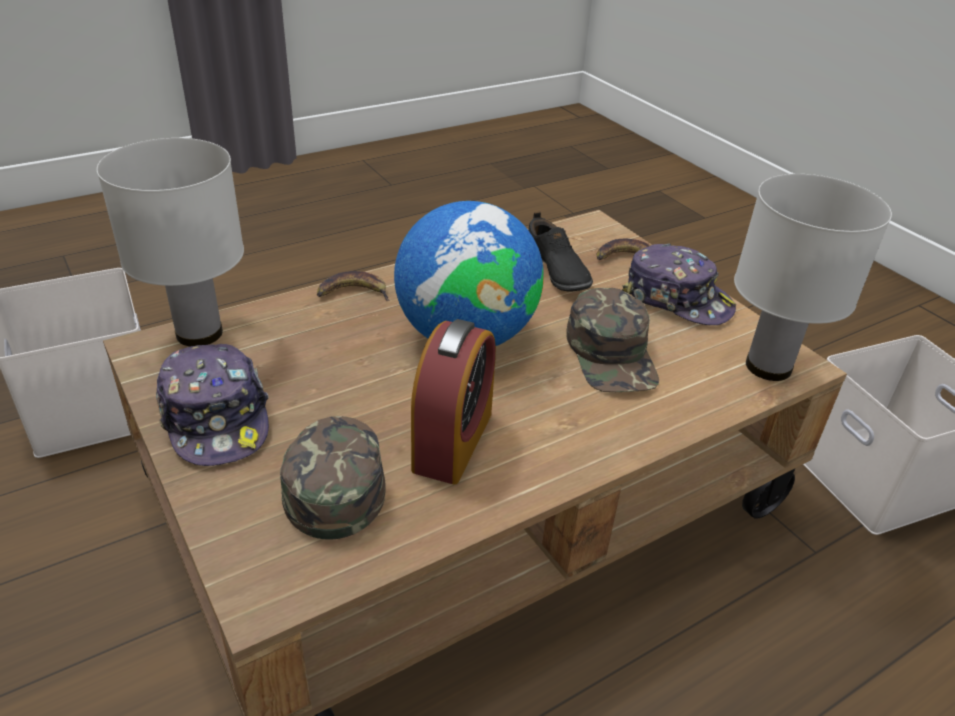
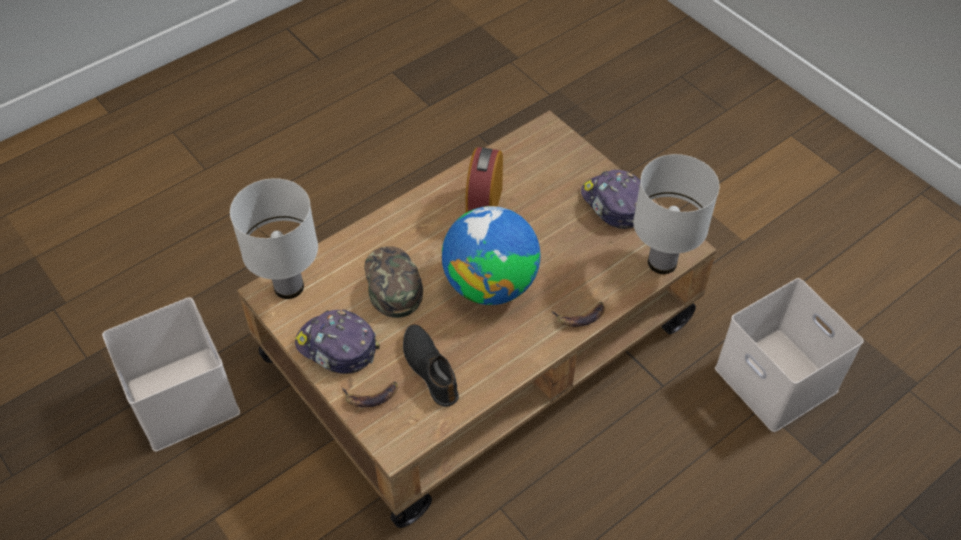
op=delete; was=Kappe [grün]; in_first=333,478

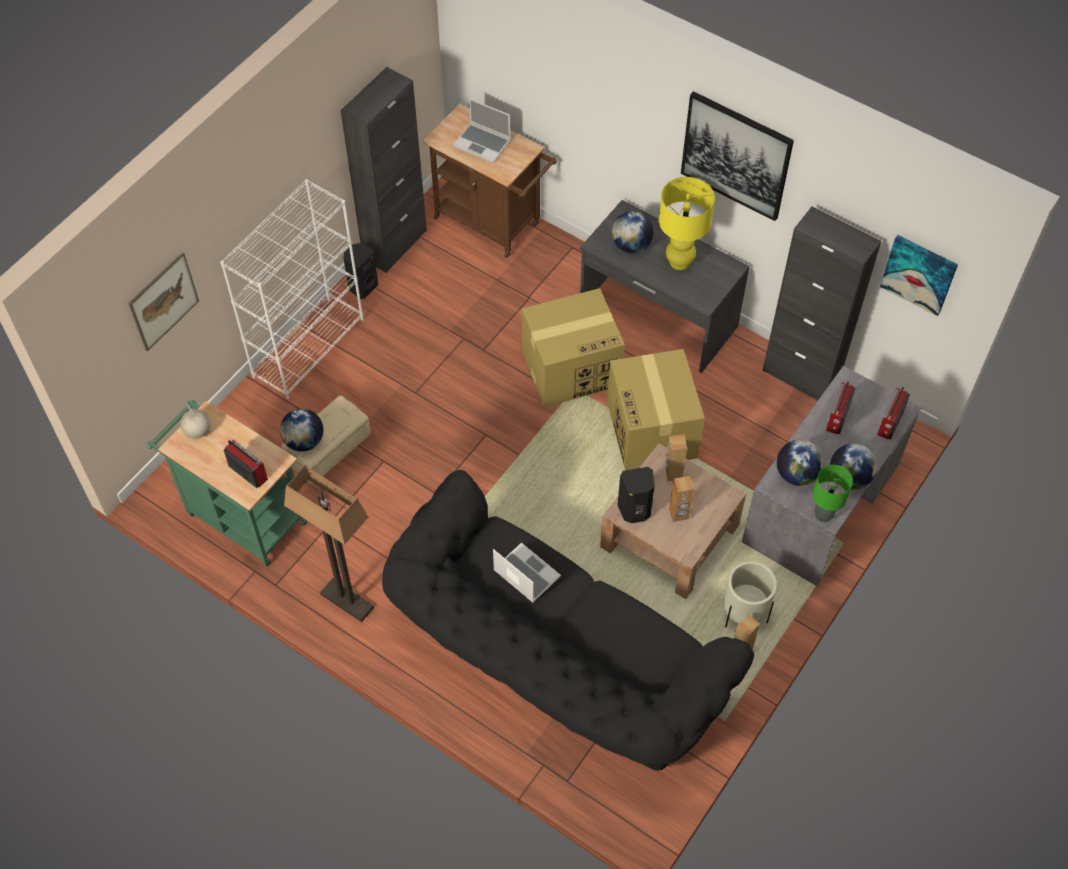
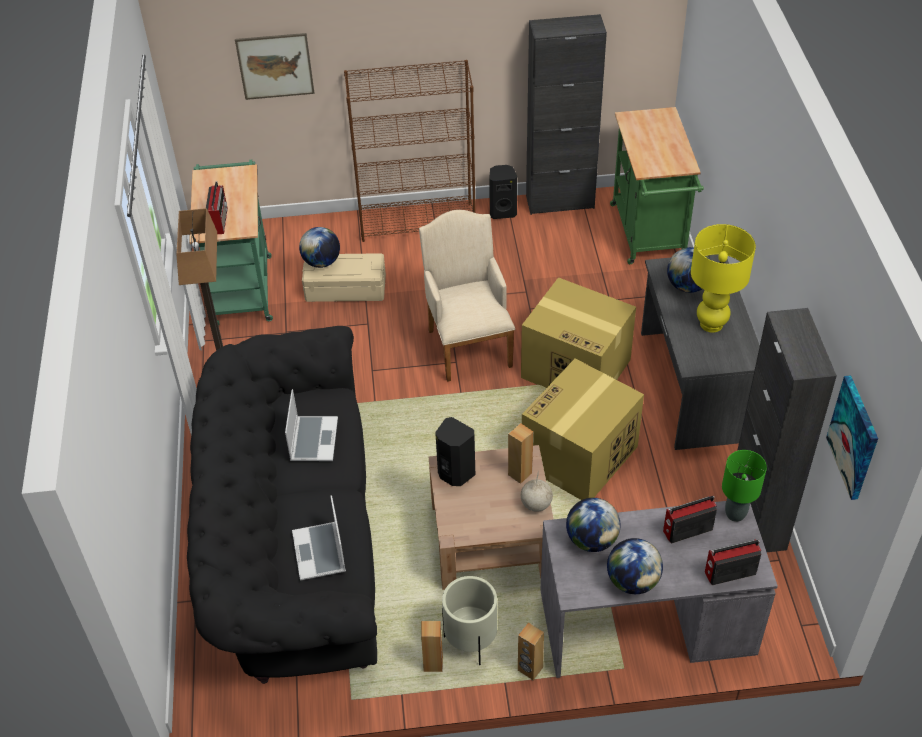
op=move; was=Globus; in_first=198,432; in_second=535,505
op=recolor; was=Bücherregal [weiß]; now=Bücherregal [braun]; in_first=308,347; in_second=418,221
op=recolor; was=Rollwagen [braun]; now=Rollwagen [grün]; in_first=492,223; in_second=649,236
op=move; was=Laptop; in_first=483,143; in_second=320,552
op=move; was=Lautsprecher [braun]; in_first=679,514; in_second=530,669
op=delete; was=Bild; in_first=736,155
op=move; was=Tischlampe [grün]; in_first=823,515; in_second=735,514
op=insert; now=Sessel [beige]; in_second=468,343

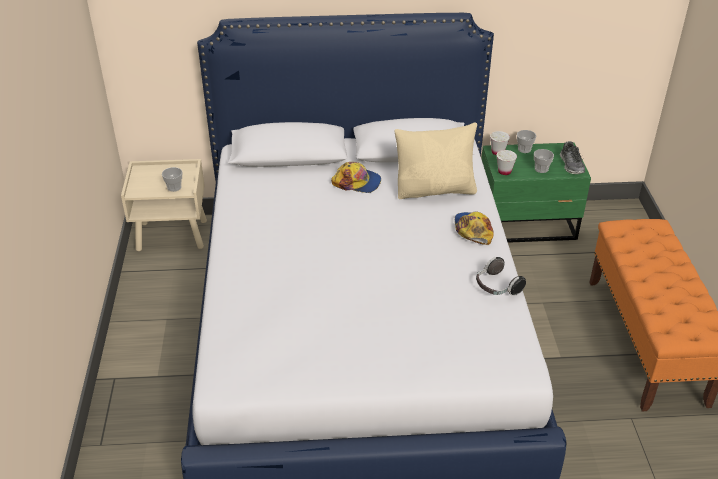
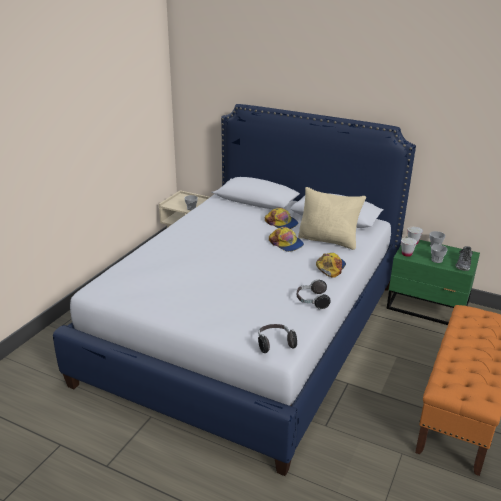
op=insert; now=Kopfhörer; in_second=275,344
op=insert; now=Kappe; in_second=286,243

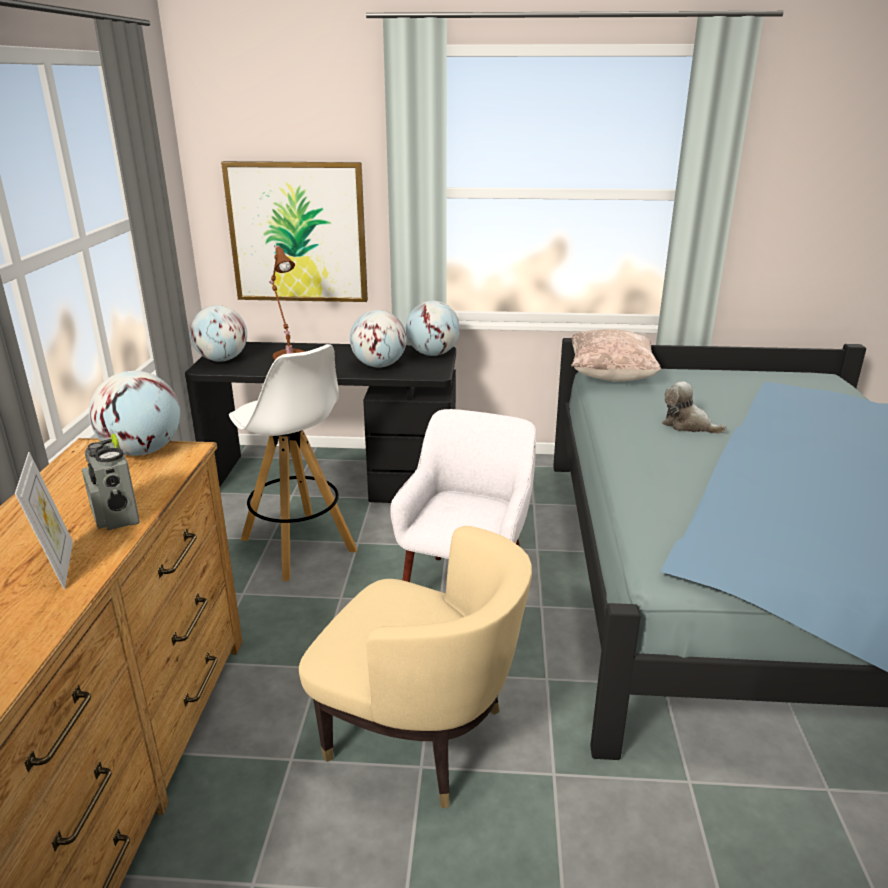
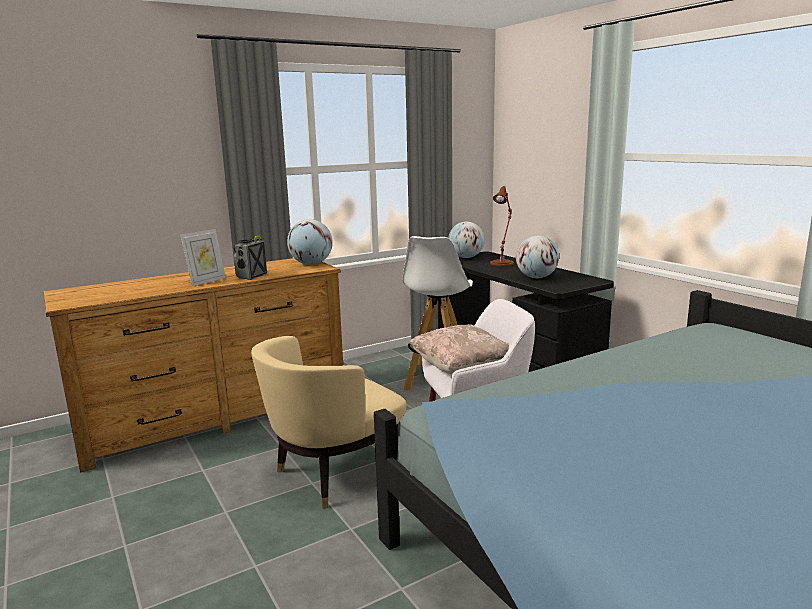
op=delete; was=Bild; in_first=298,233
op=rotate; was=Sessel [beige]; in_first=419,735; in_second=334,473; clockwise=60
op=delete; was=Globus; in_first=433,354
op=move; was=Kissen [beige]; in_first=610,376; in_second=461,368
op=delete; was=Plüschtier; in_first=688,425

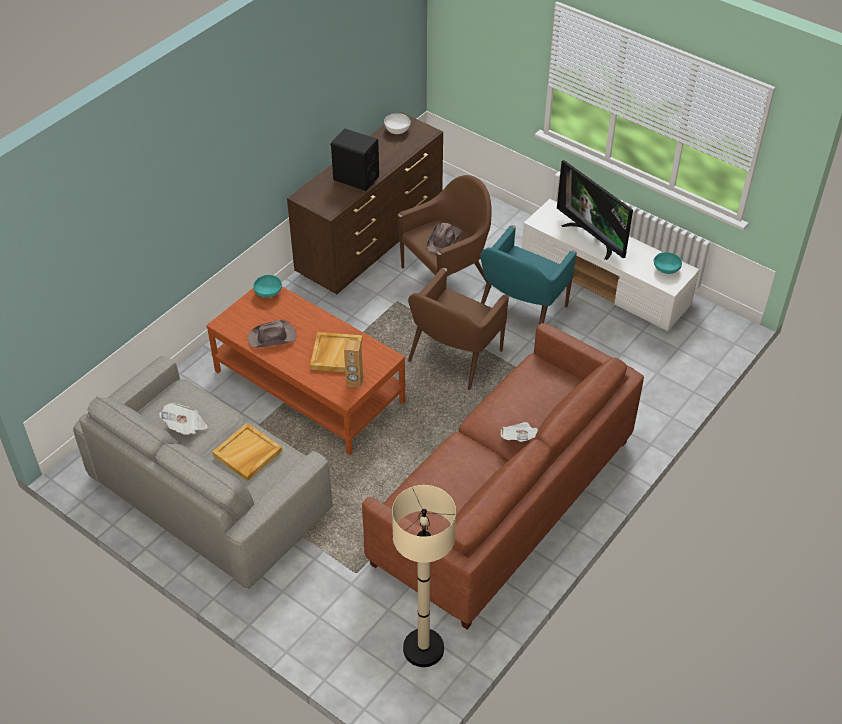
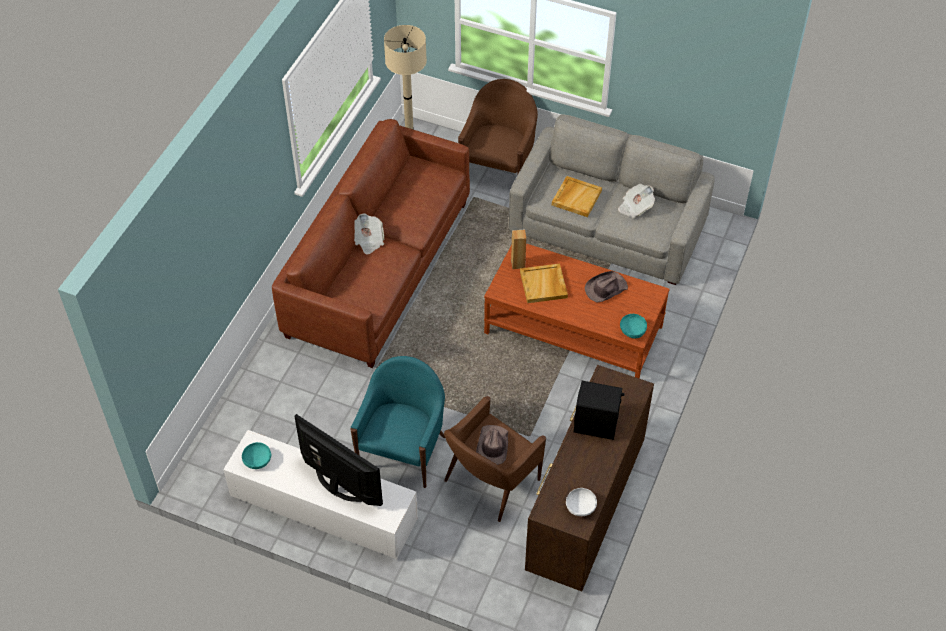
op=move; was=Sessel [braun]; in_first=454,357; in_second=498,170

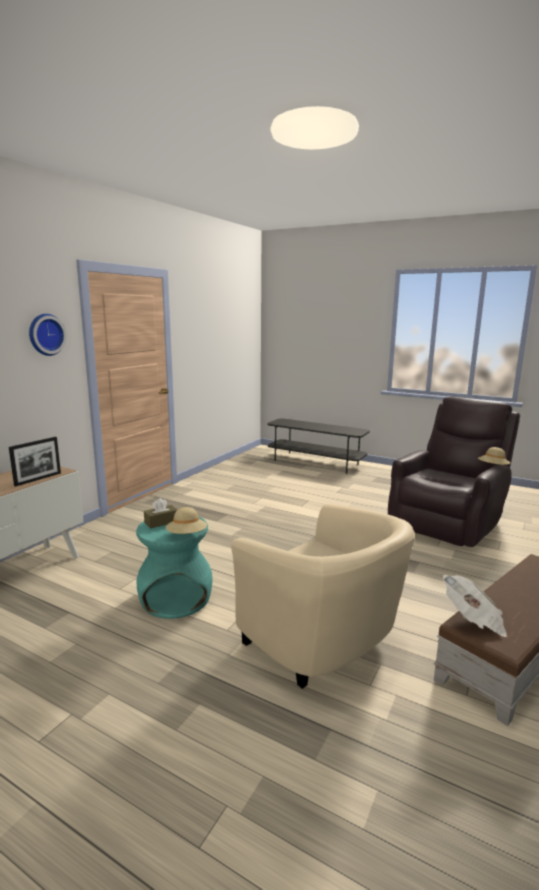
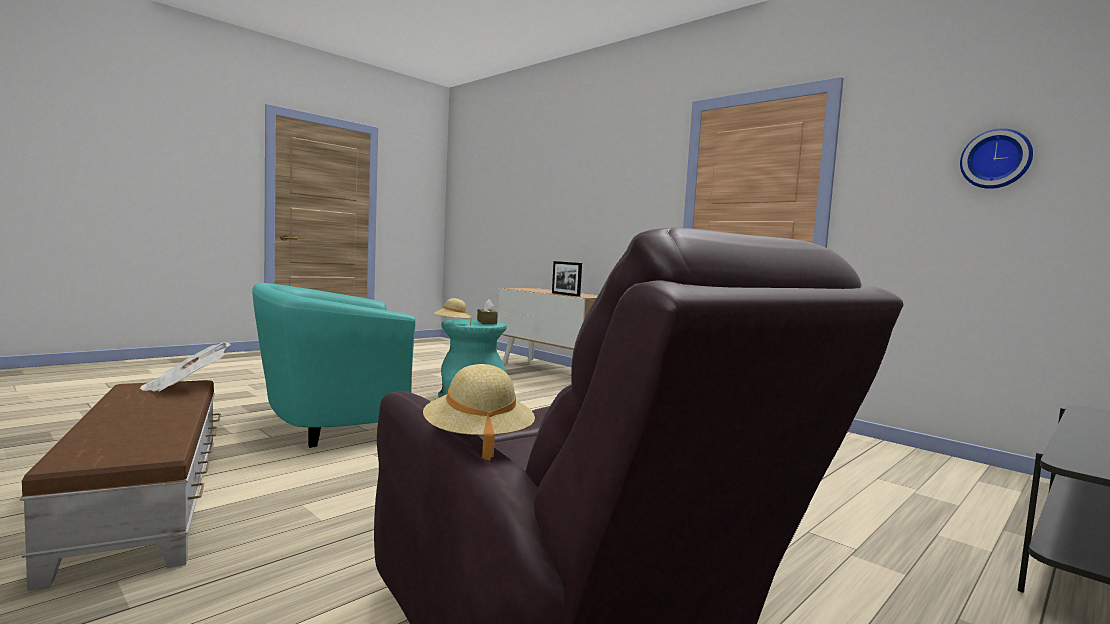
op=move; was=Wanduhr; in_first=45,334; in_second=996,159
op=recolor; was=Sessel [beige]; now=Sessel [türkis]; in_first=324,645; in_second=331,425

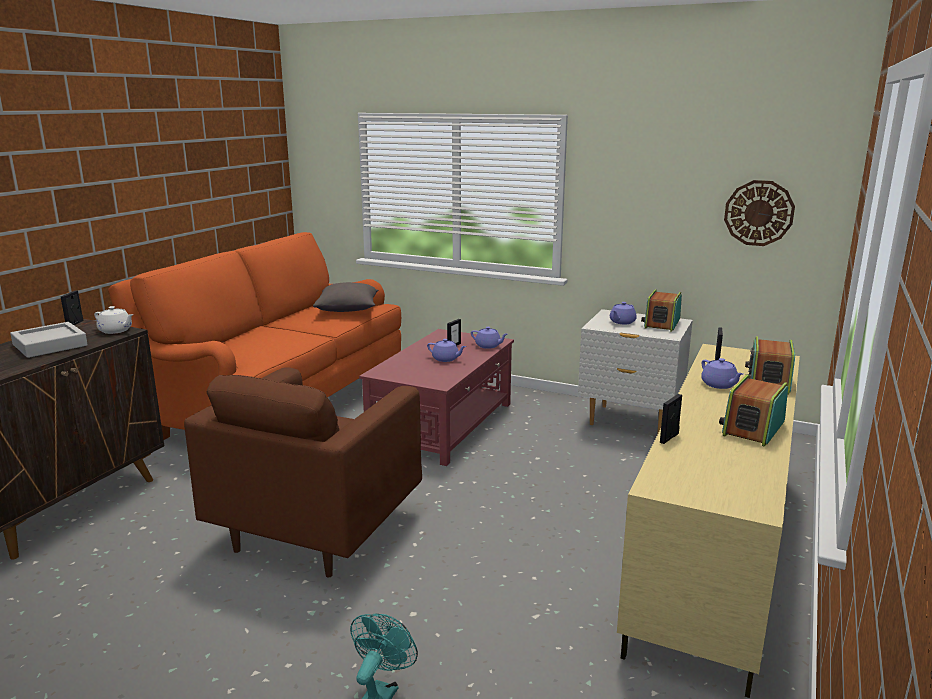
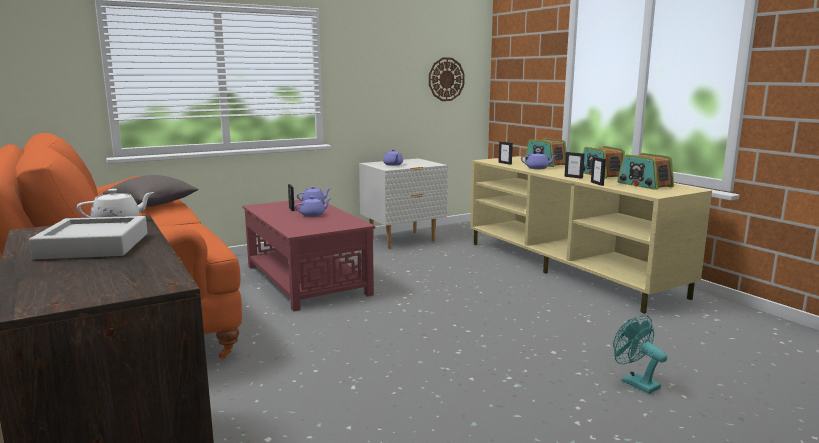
op=move; was=Bilderrahmen; in_first=75,324; in_second=573,177
op=delete; was=Sessel [braun]; in_first=317,528
op=move; was=Radio; in_first=661,323; in_second=644,185

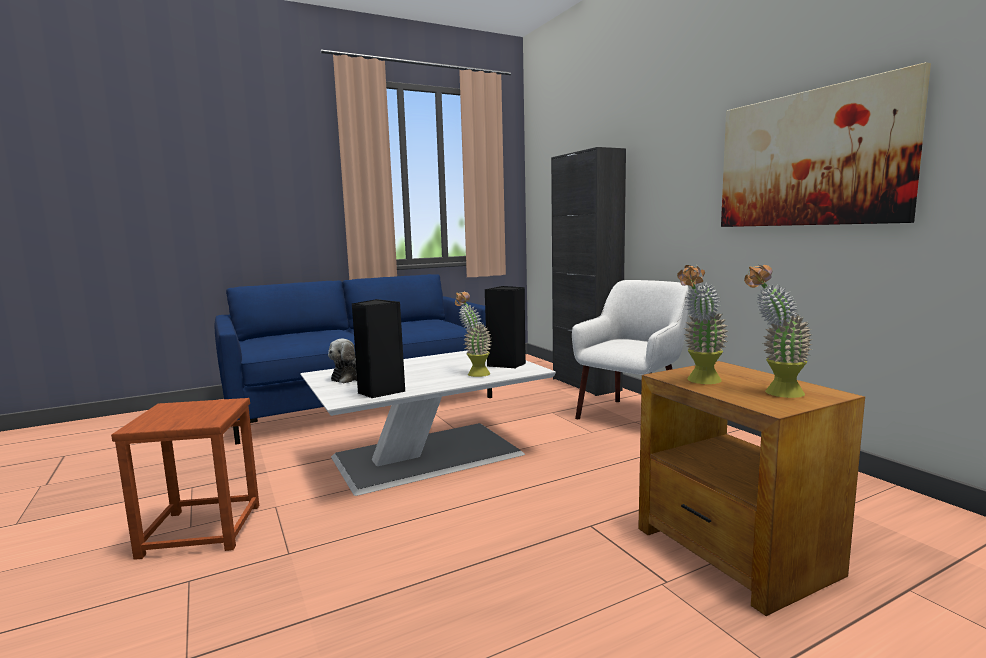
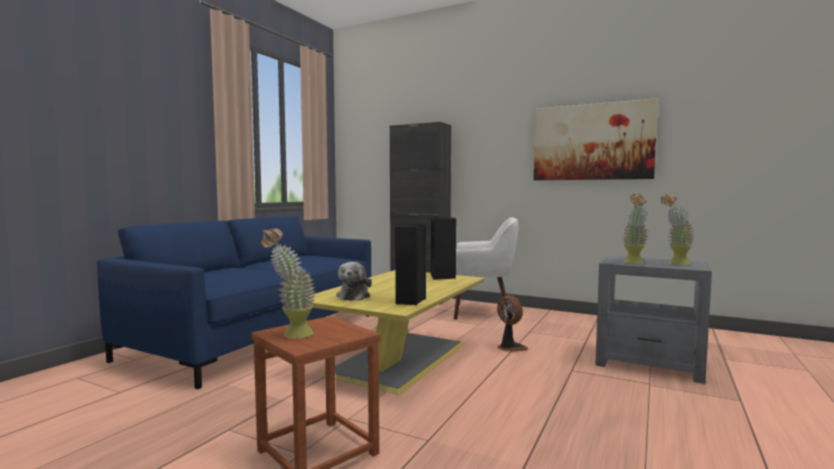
op=recolor; was=Couchtisch [weiß]; now=Couchtisch [gelb]; in_first=430,454; in_second=400,357
op=move; was=Topfpflanze; in_first=474,373; in_second=290,334
op=rotate; was=Sessel [weiß]; in_first=631,416; in_second=483,312; clockwise=90
op=recolor; was=Beistelltisch [braun]; now=Beistelltisch [grau]; in_first=735,551; in_second=649,363
op=insert; now=Ventilator; in_second=510,347

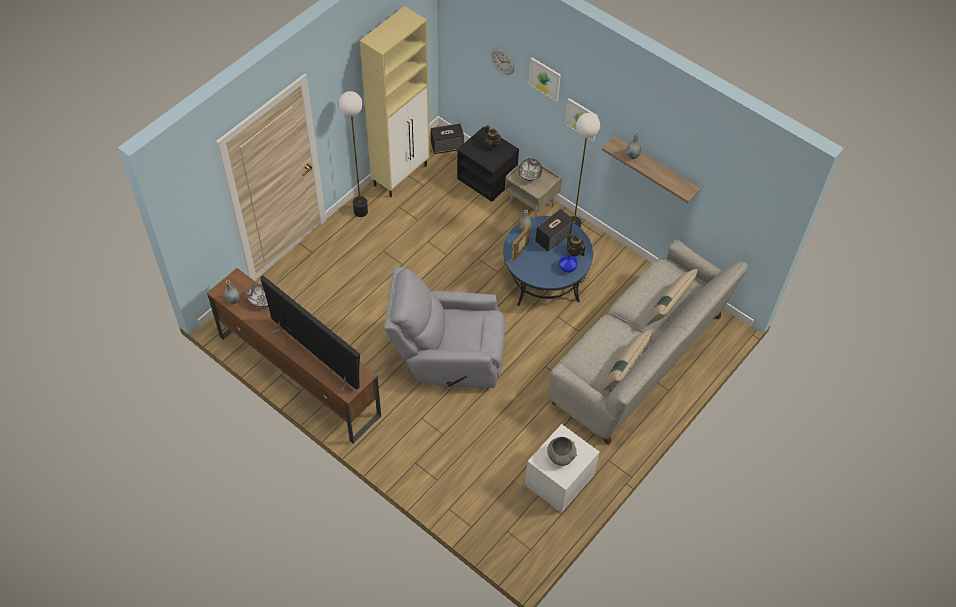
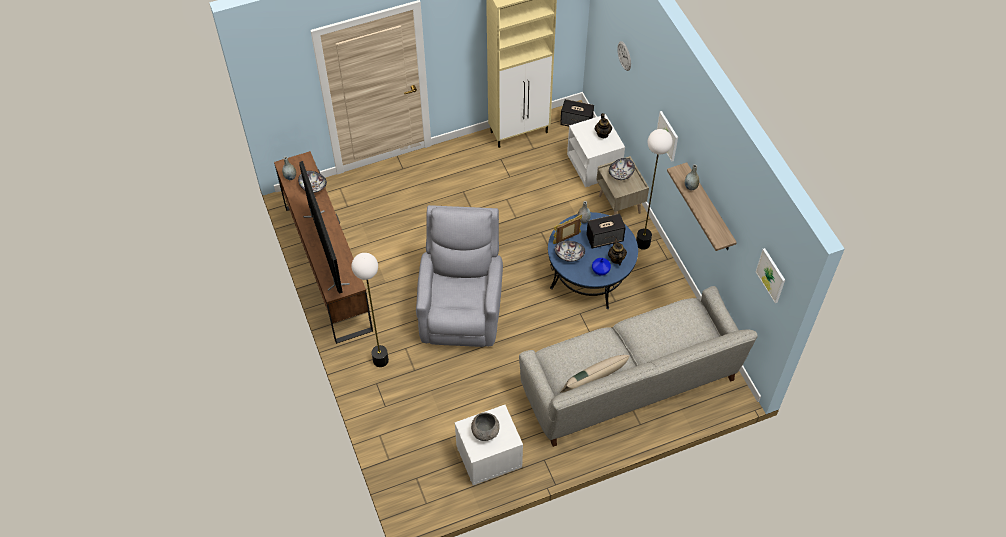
op=move; was=Stehlampe; in_first=360,211; in_second=380,360
op=rotate; was=Sessel [grau]; in_first=447,355; in_second=461,305; clockwise=60
op=recolor; was=Nachttisch [schwarz]; now=Nachttisch [weiß]; in_first=487,179; in_second=594,165
op=move; was=Bild; in_first=545,79; in_second=771,275
op=delete; was=Kissen [beige]; in_first=669,306
op=insert; now=Schüssel; in_second=569,255

